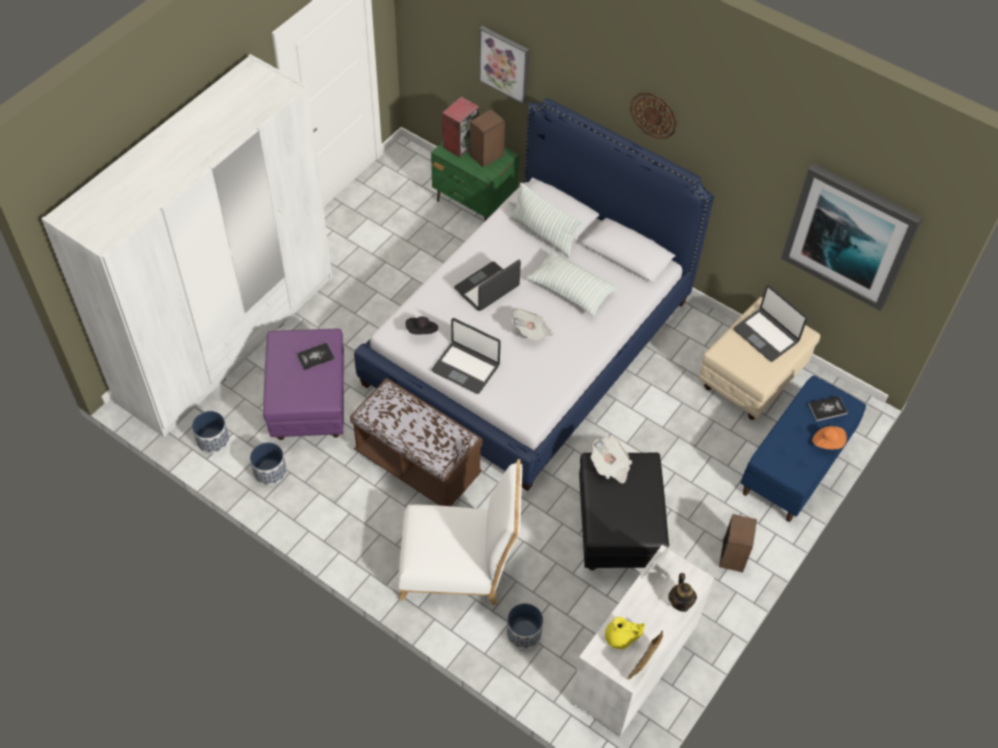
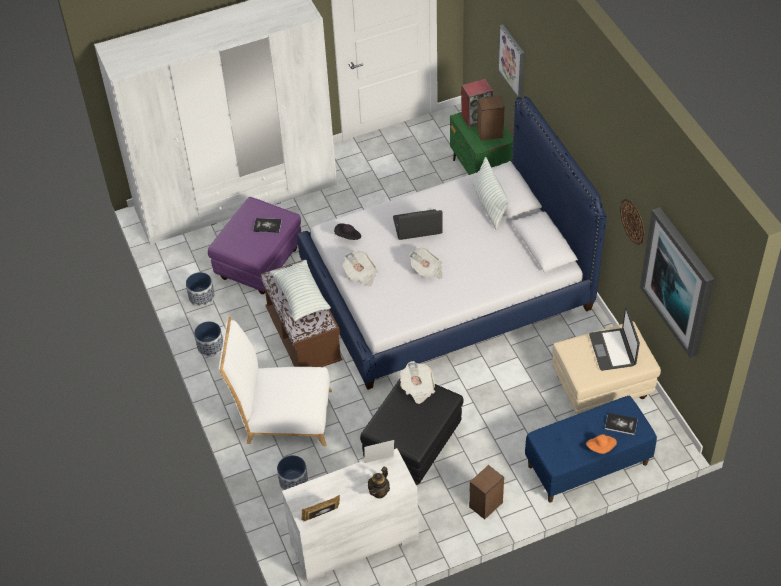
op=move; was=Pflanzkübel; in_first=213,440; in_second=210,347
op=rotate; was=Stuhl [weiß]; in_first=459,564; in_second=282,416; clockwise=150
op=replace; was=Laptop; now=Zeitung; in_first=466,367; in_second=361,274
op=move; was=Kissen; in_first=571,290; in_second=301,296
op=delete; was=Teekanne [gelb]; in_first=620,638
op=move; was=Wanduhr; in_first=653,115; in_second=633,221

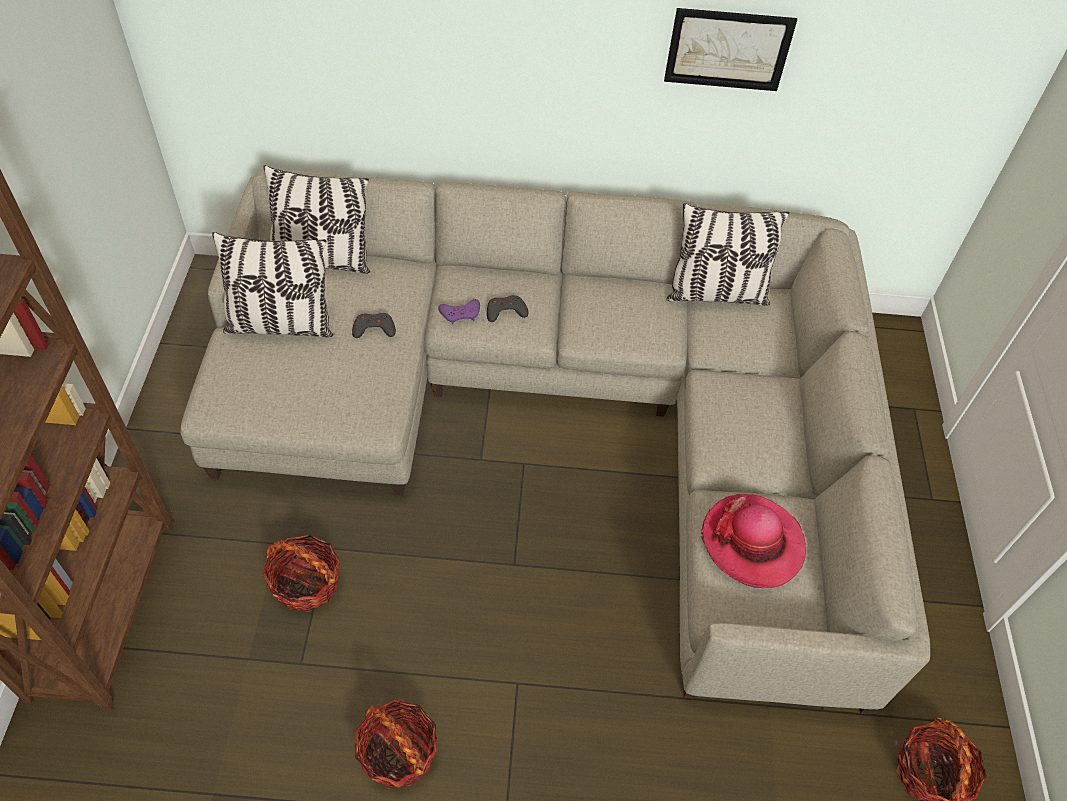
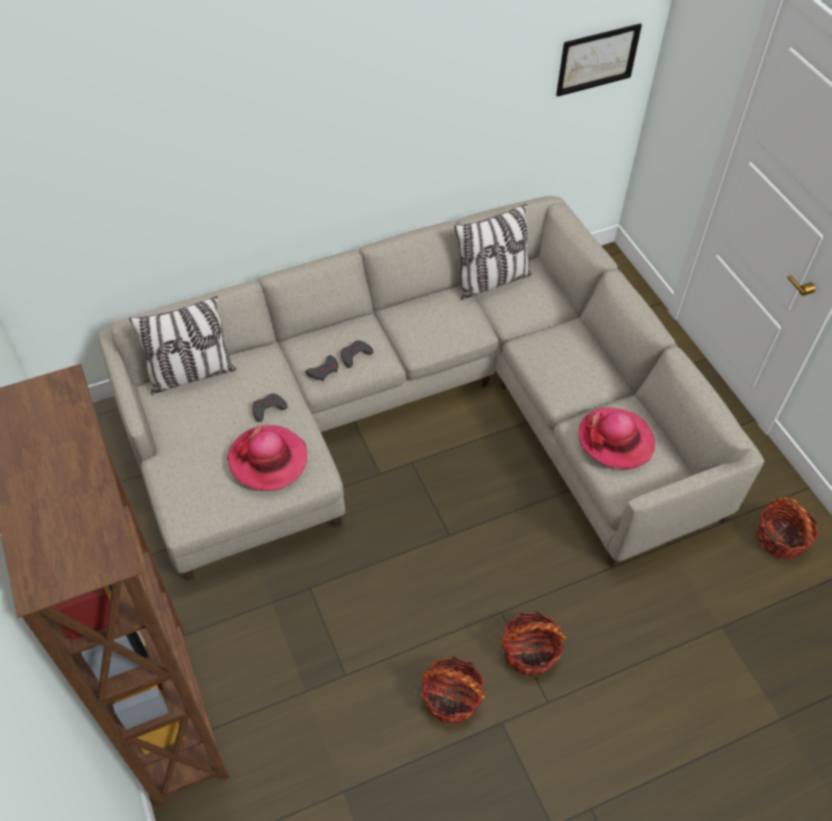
op=delete; was=Kissen; in_first=281,325
op=move; was=Korb; in_first=305,583; in_second=529,651
op=recolor; was=Gamepad [lila]; now=Gamepad [grau]; in_first=460,314; in_second=324,371
op=move; was=Bild; in_first=728,49; in_second=597,59
op=insert; now=Hut; in_second=268,460

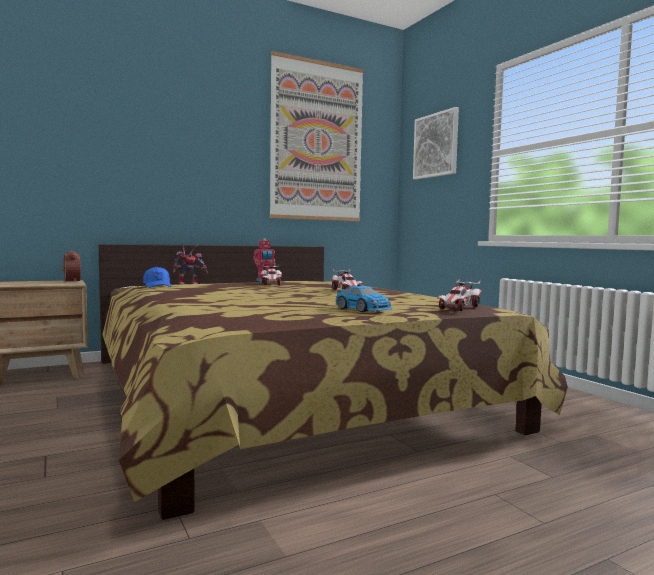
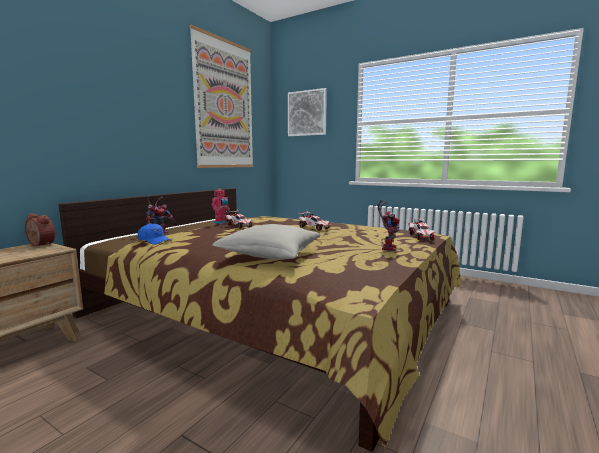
op=replace; was=Spielzeugauto; now=Spielzeugroboter; in_first=363,309; in_second=387,248
op=insert; now=Kissen [grau]; in_second=270,255

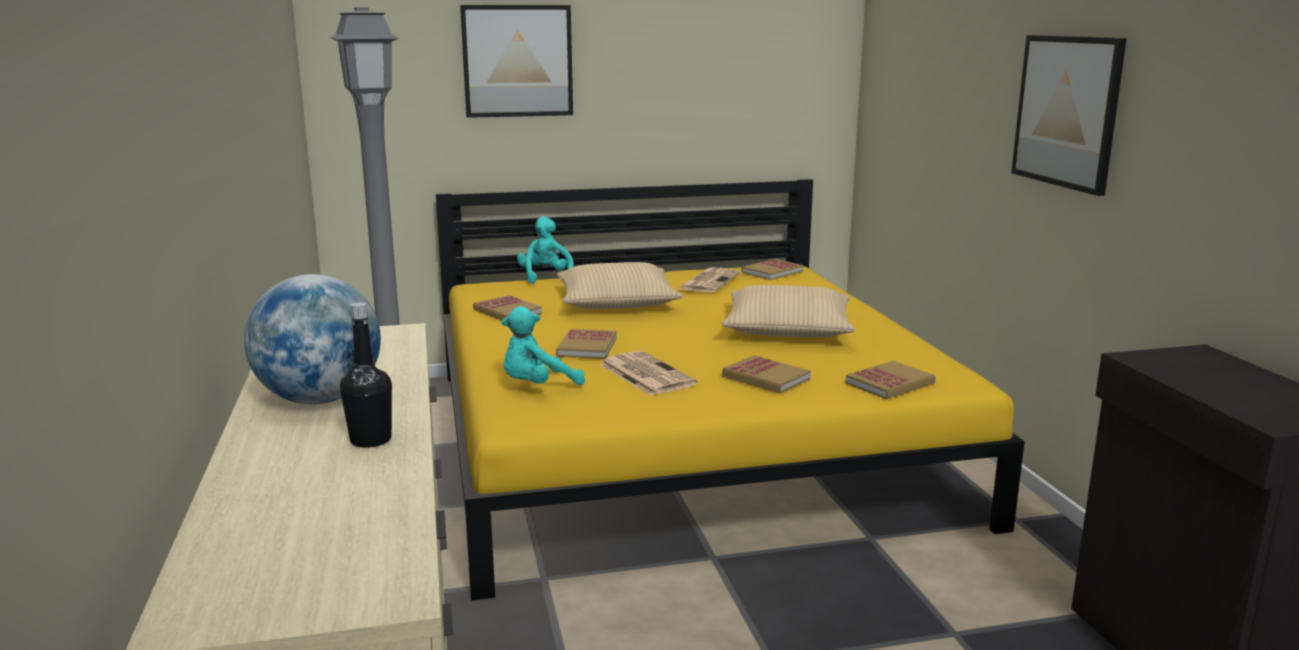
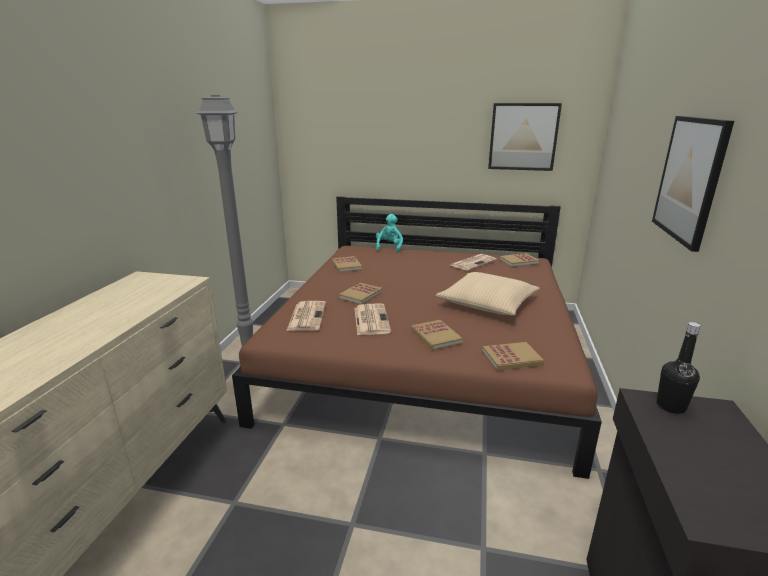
op=delete; was=Globus; in_first=320,400
op=move; was=Flasche [schwarz]; in_first=371,440; in_second=670,406
op=recolor; was=Bett [gelb]; now=Bett [braun]; in_first=682,441; in_second=425,355
op=move; was=Bild; in_first=517,61; in_second=523,137
op=replace; was=Plüschtier [türkis]; now=Zeitung; in_first=537,386; in_second=306,316
op=delete; was=Kissen [beige]; in_first=616,302

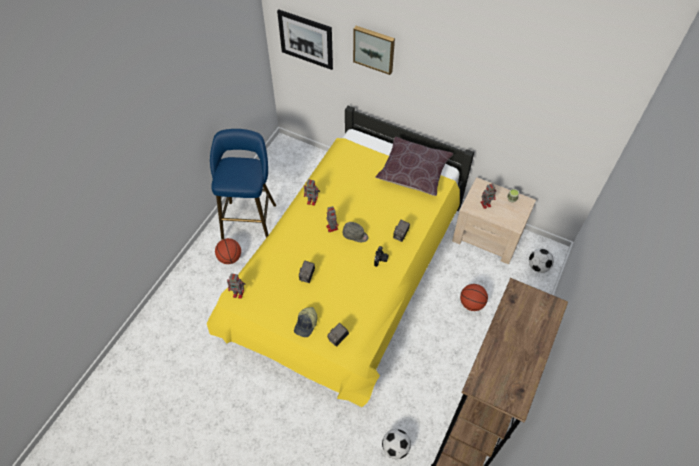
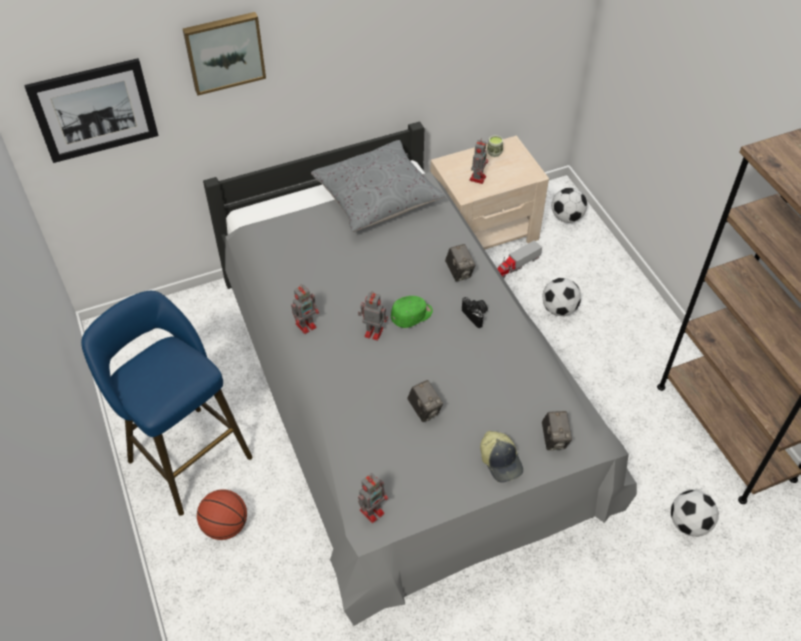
op=recolor; was=Bett [gelb]; now=Bett [grau]; in_first=348,275; in_second=399,402
op=recolor; was=Kappe [grau]; now=Kappe [grün]; in_first=355,235; in_second=412,316
op=recolor; was=Kissen [braun]; now=Kissen [grau]; in_first=413,172; in_second=377,197
op=replace; was=Basketball; now=Fußball; in_first=471,303; in_second=559,309
op=insert; now=Spielzeuglaster; in_second=516,265

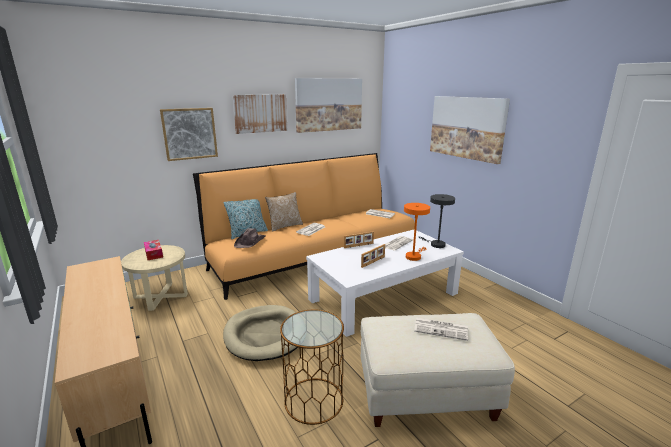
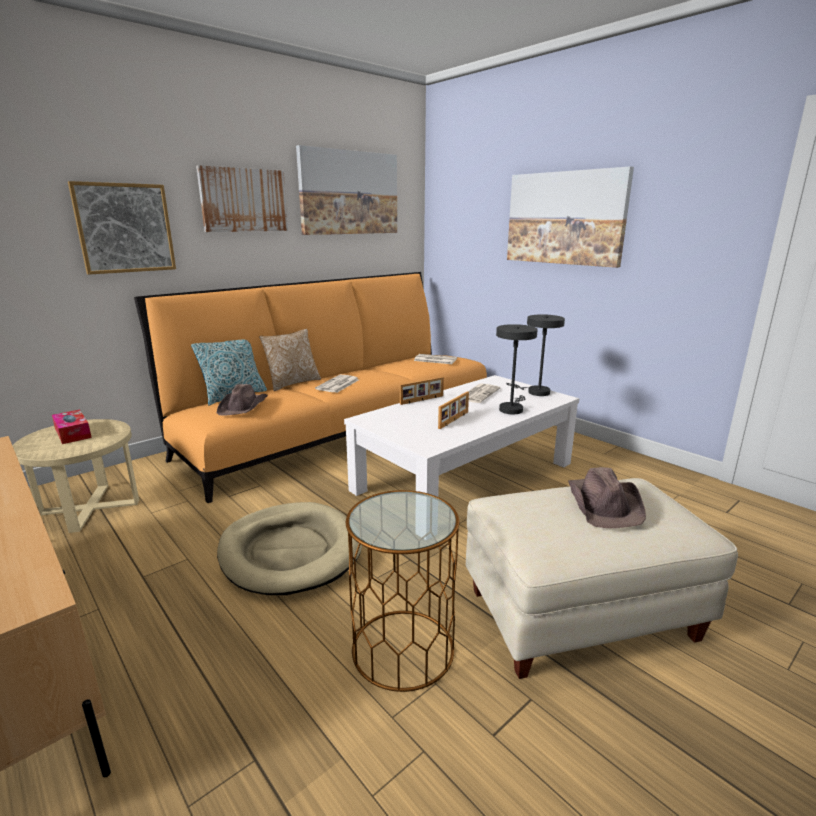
op=recolor; was=Tischlampe [orange]; now=Tischlampe [grau]; in_first=414,256; in_second=511,408
op=replace; was=Zeitung; now=Hut [braun]; in_first=441,329; in_second=605,504

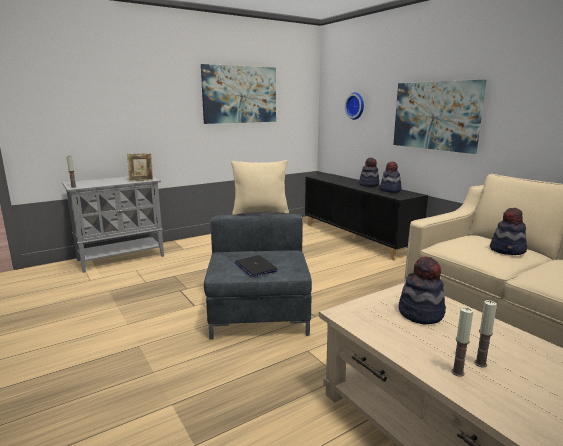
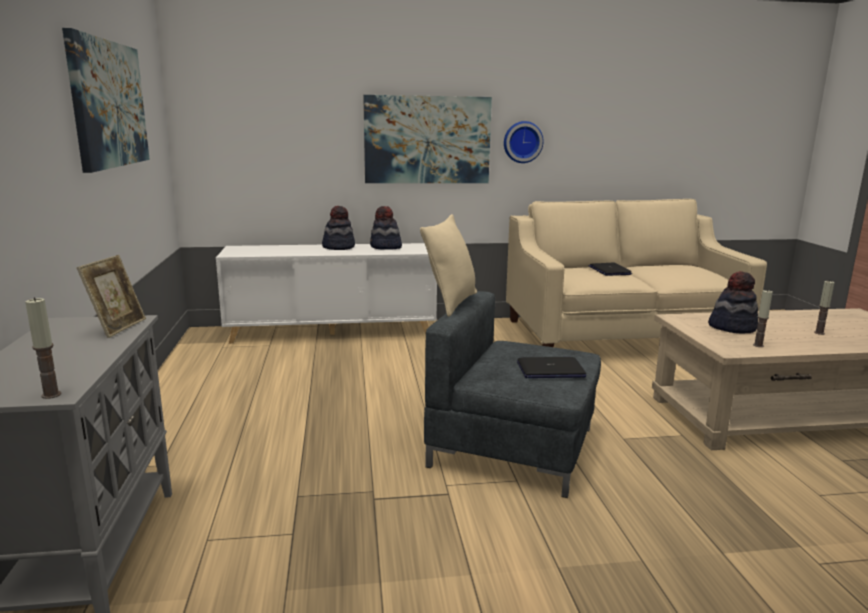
op=recolor; was=Schrank [schwarz]; now=Schrank [weiß]; in_first=357,238; in_second=333,332
op=move; was=Wanduhr; in_first=356,106; in_second=522,142
op=move; was=Kerze; in_first=457,372; in_second=758,345
op=replace; was=Hut; now=Laptop; in_first=508,250; in_second=609,270

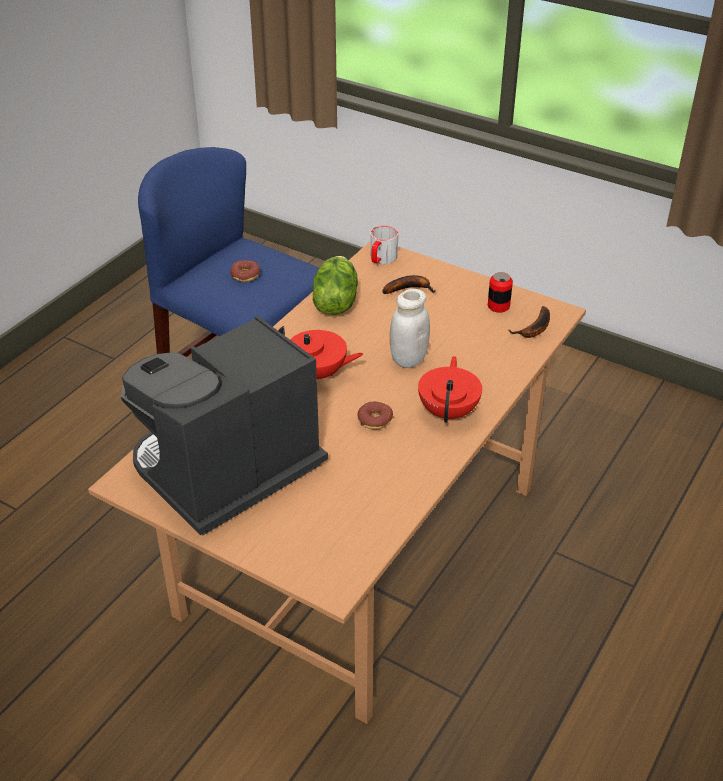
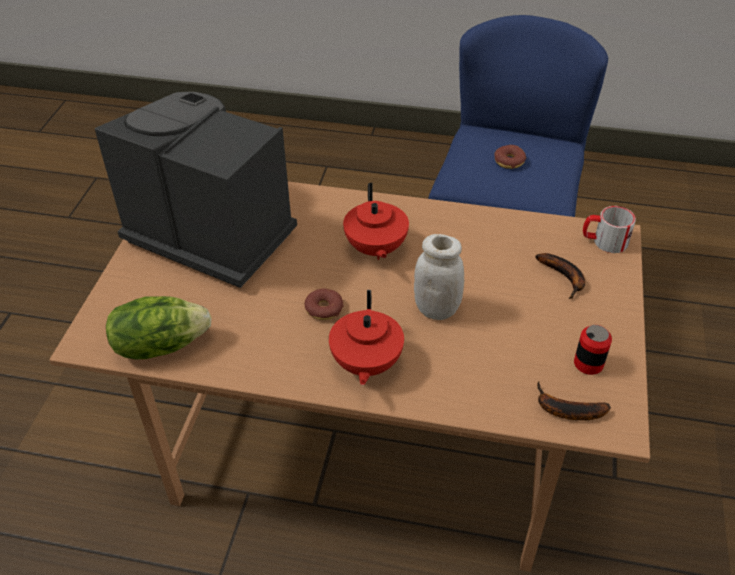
op=move; was=Salatkopf; in_first=334,302; in_second=160,344
op=rotate; was=Teekanne [rot]; in_first=449,411; in_second=365,364; clockwise=105

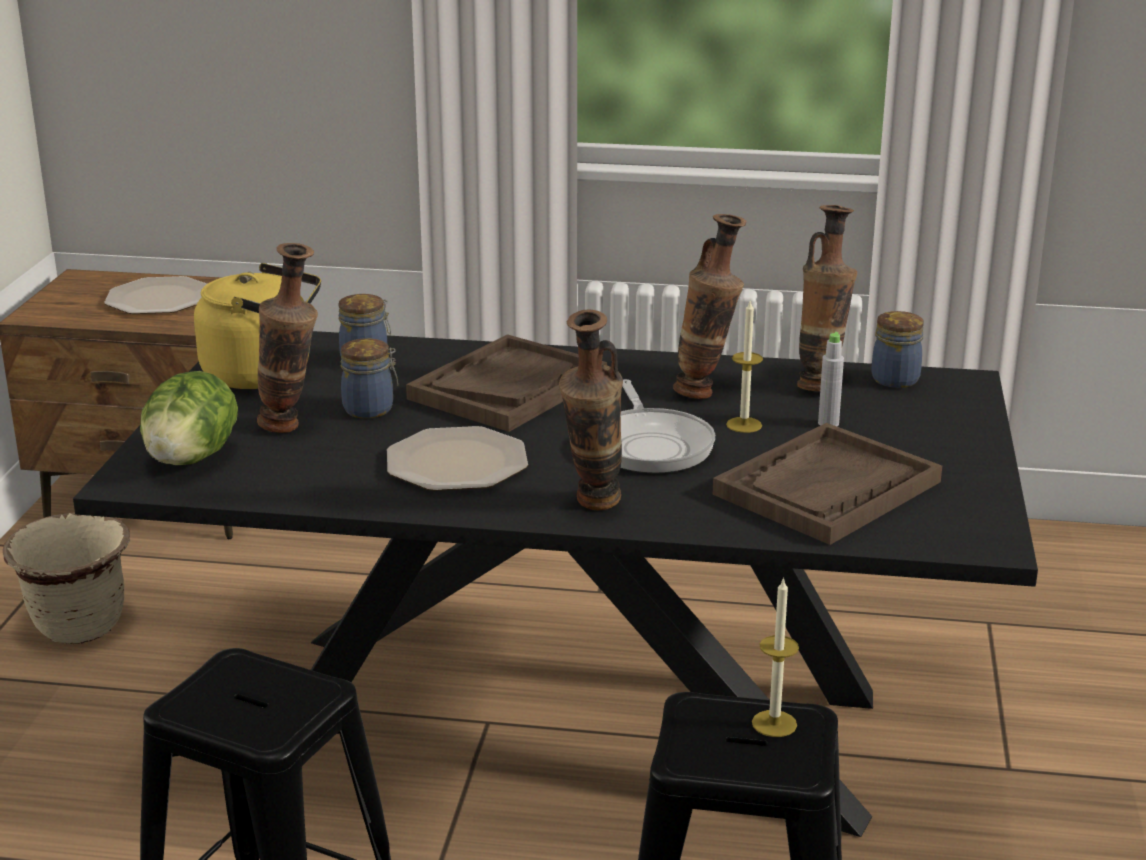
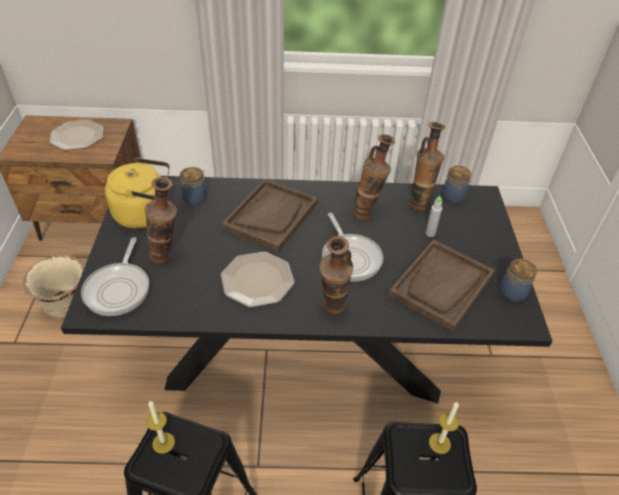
op=replace; was=Salatkopf; now=Pfanne; in_first=191,459; in_second=119,289
op=move; was=Vorratsglas; in_first=371,409; in_second=513,292
op=move; was=Kerze; in_first=744,425; in_second=163,443

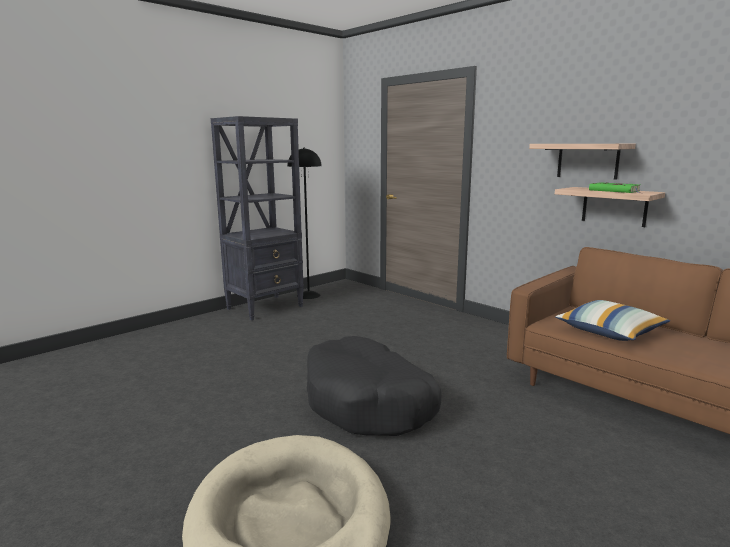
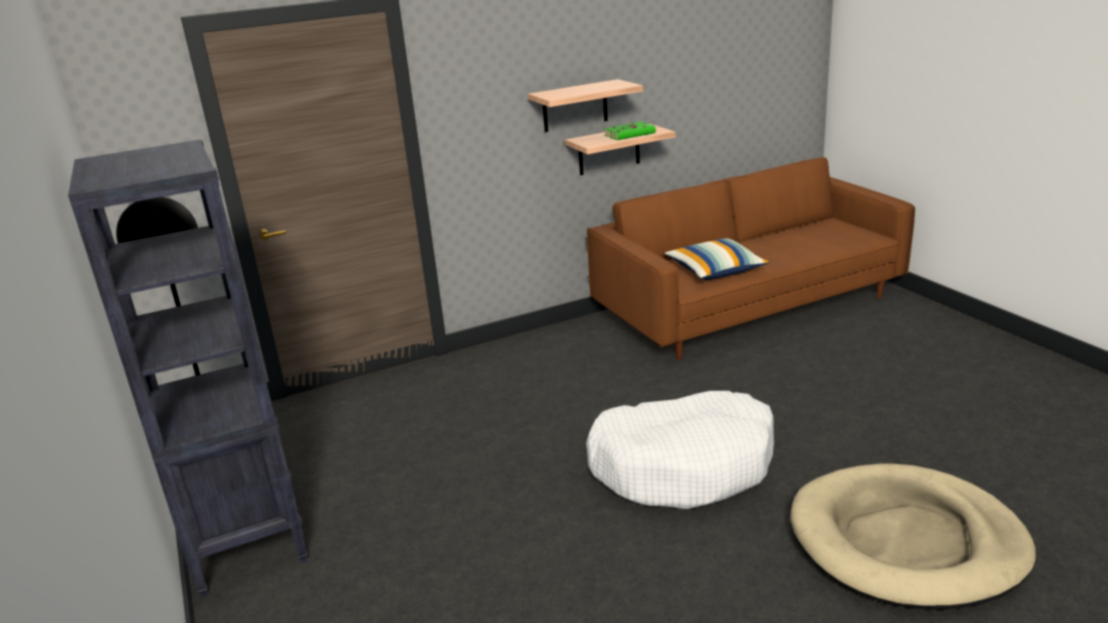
op=recolor; was=Hundebett [schwarz]; now=Hundebett [weiß]; in_first=369,402; in_second=683,465

